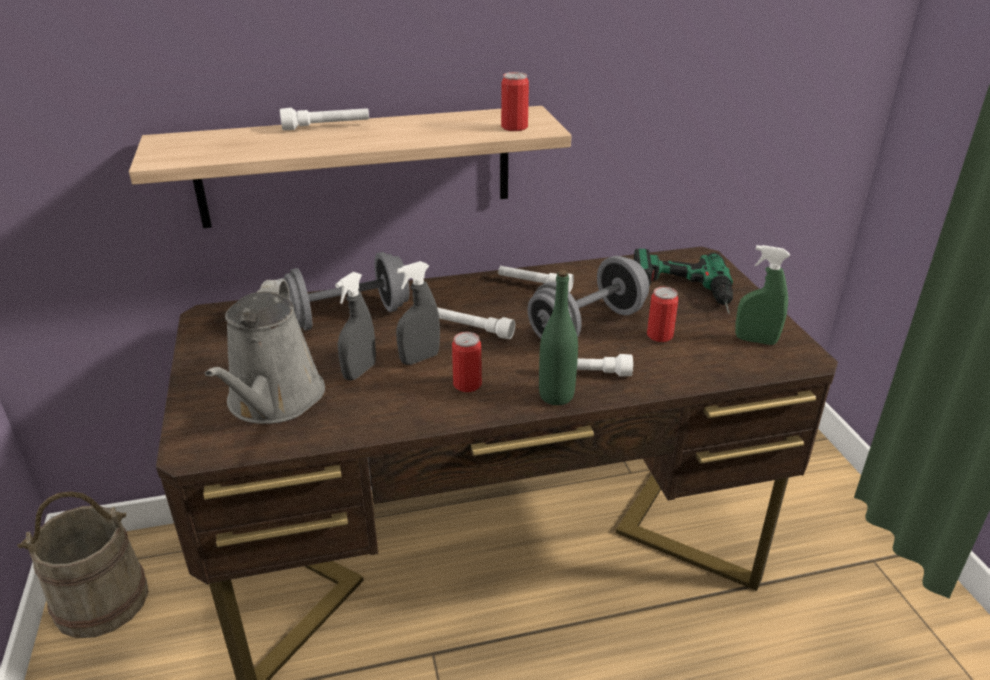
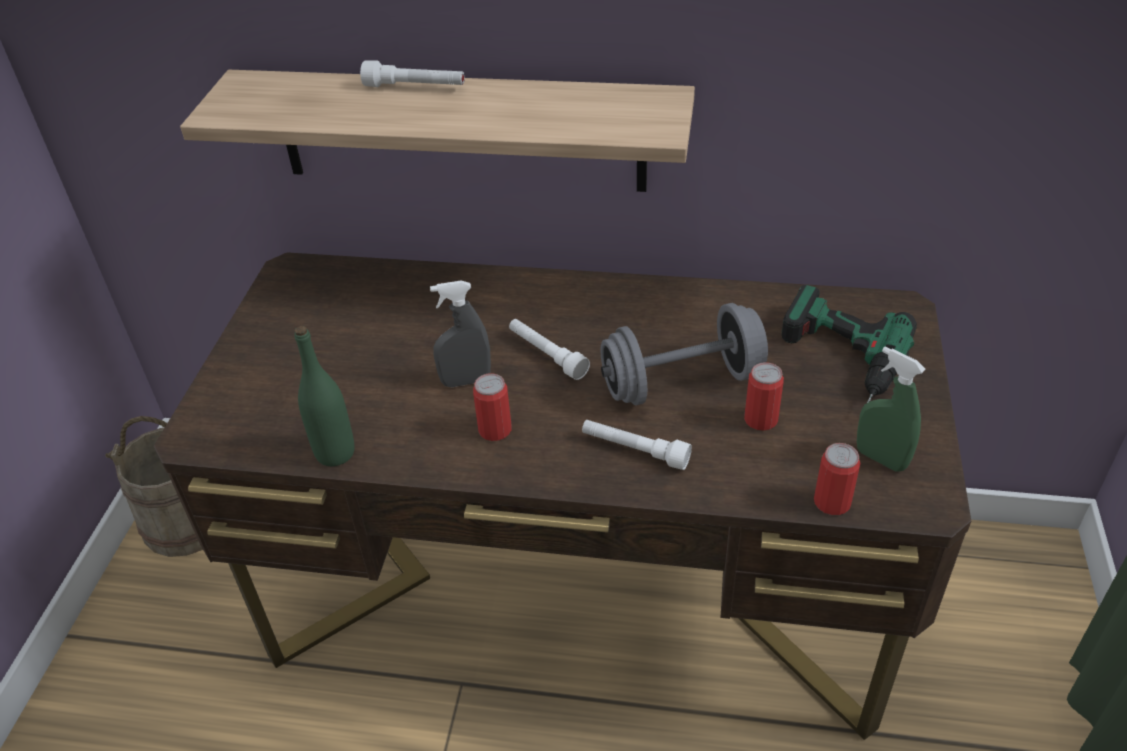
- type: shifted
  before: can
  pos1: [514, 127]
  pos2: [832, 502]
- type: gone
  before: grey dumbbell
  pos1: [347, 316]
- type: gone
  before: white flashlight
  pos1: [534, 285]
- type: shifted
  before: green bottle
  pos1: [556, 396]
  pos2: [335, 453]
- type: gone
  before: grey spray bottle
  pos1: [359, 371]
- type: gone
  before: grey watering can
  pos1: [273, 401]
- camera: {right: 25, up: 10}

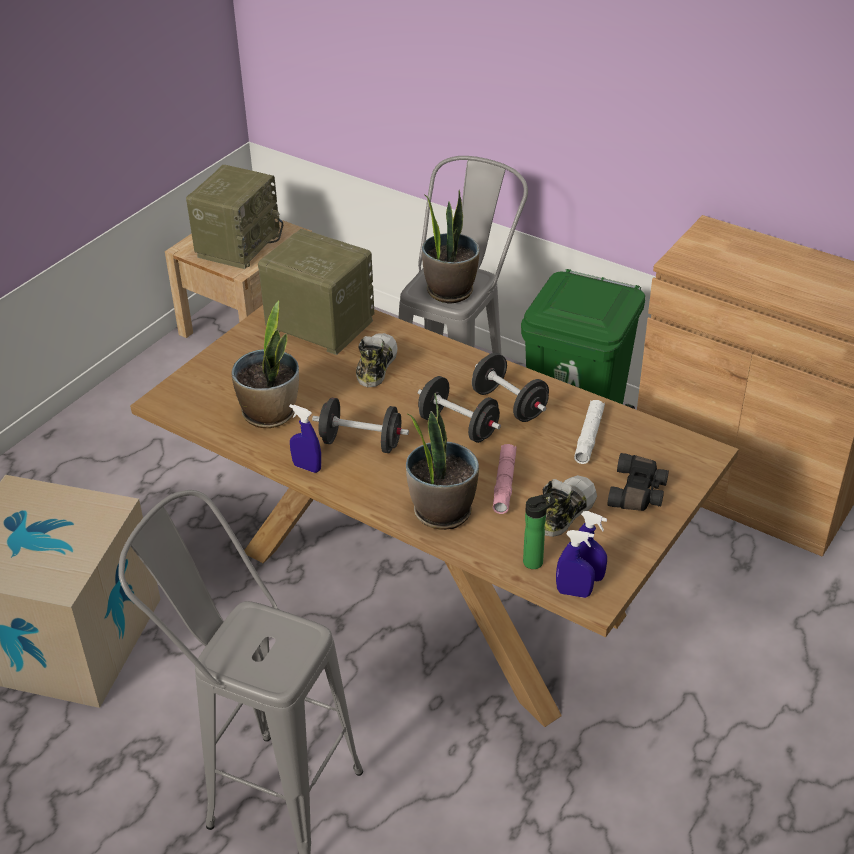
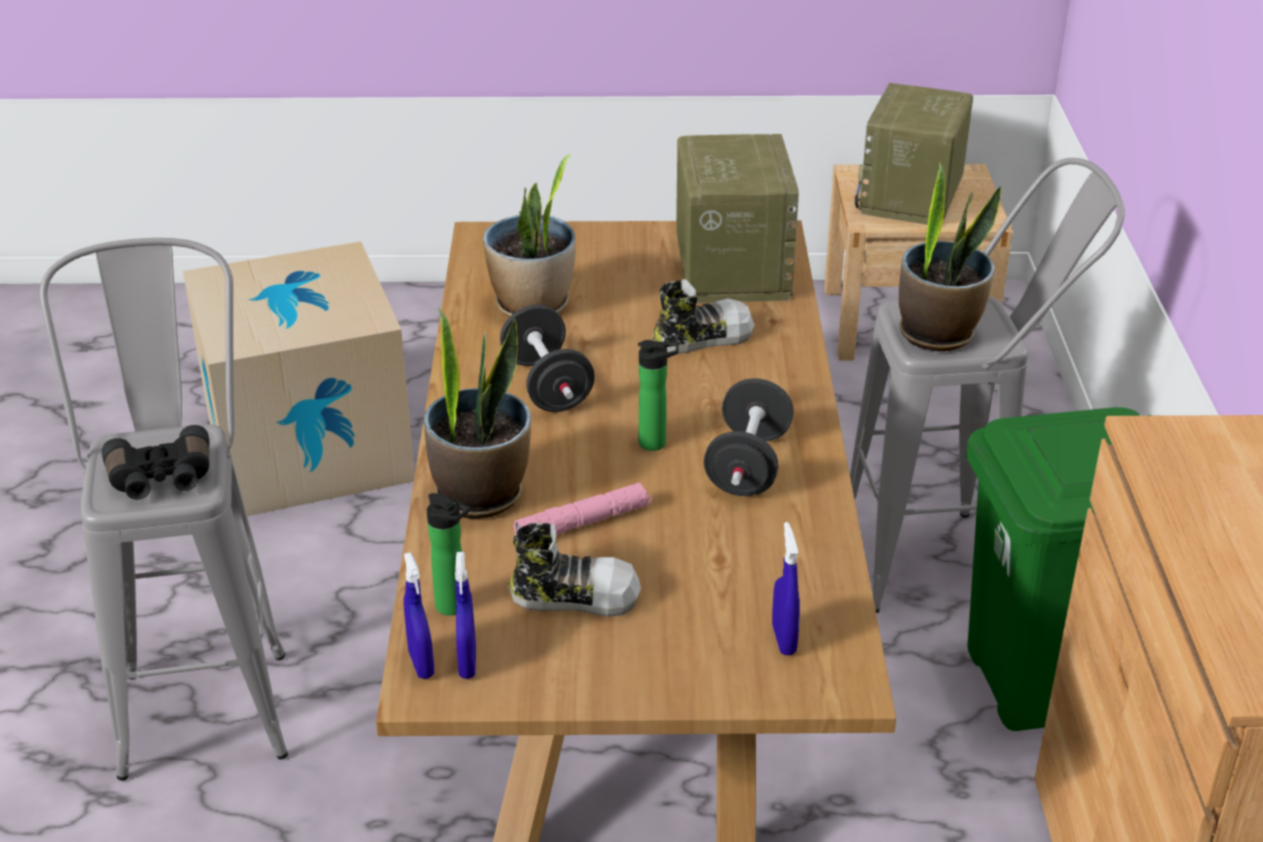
- type: rotated
  before: radio
  pos1: [238, 244]
  pos2: [911, 199]
  turn: 120
- type: swapped
  before: black dumbbell
  after: bottle
  pos1: [458, 426]
  pos2: [657, 443]
- type: gone
  before: white flashlight
  pos1: [589, 436]
- type: shifted
  before: blue spray bottle
  pos1: [307, 467]
  pos2: [784, 640]
- type: shifted
  before: black binoculars
  pos1: [638, 493]
  pos2: [161, 479]
- camera: {right: 55, up: -5}

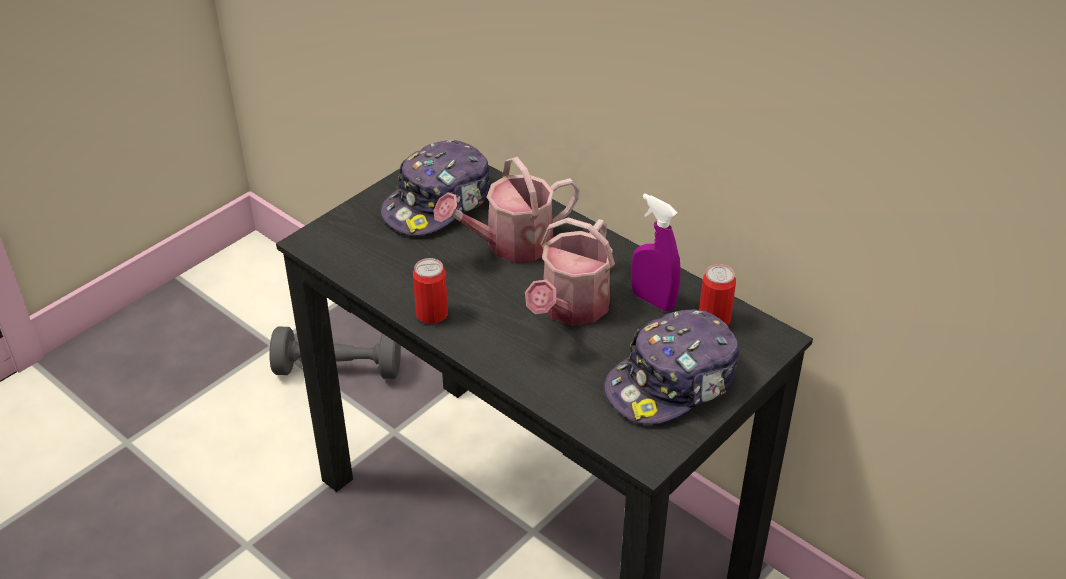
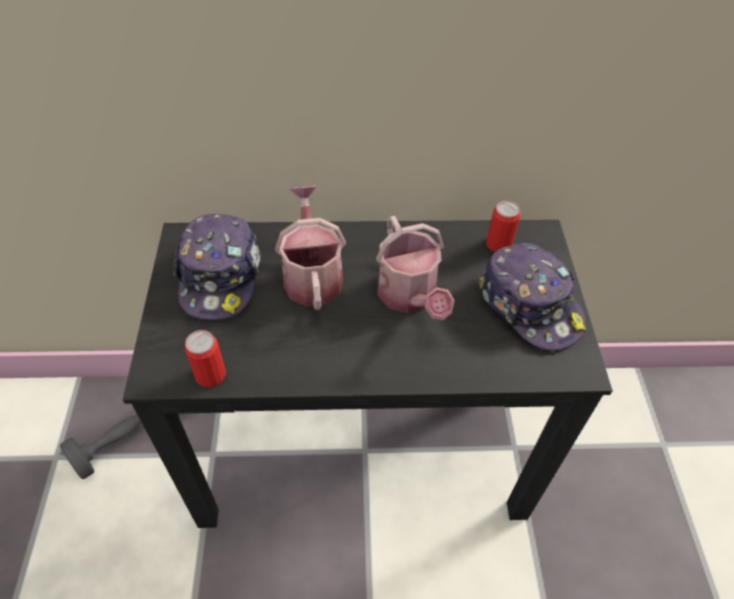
- type: rotated
  before: watering can
  pos1: [510, 244]
  pos2: [312, 275]
  turn: 150
- type: gone
  before: purple spray bottle
  pos1: [653, 300]
- type: shifted
  before: can
  pos1: [432, 314]
  pos2: [210, 375]
- type: rotated
  before: cap
  pos1: [672, 383]
  pos2: [530, 305]
  turn: -45
- camera: {right: -45, up: 10}

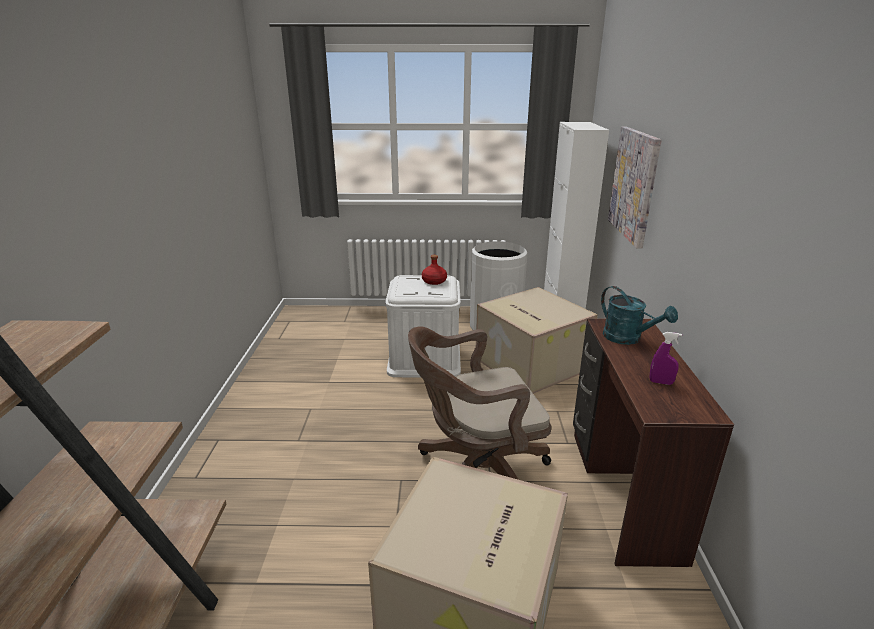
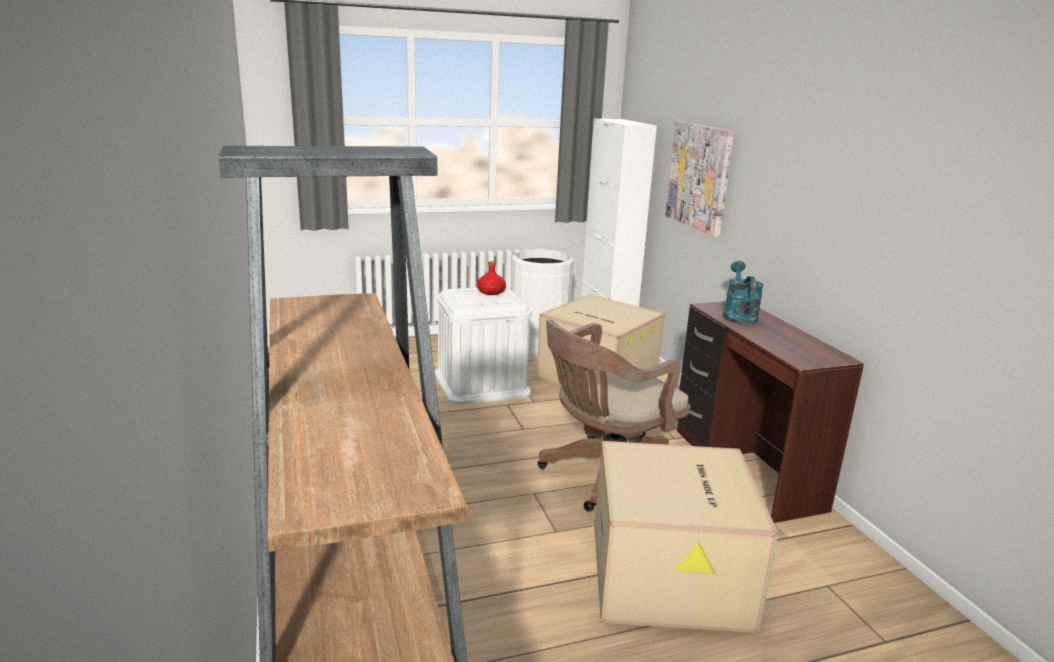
- type: rotated
  before: turquoise watering can
  pos1: [628, 339]
  pos2: [738, 315]
  turn: -120
- type: gone
  before: purple spray bottle
  pos1: [661, 382]
- camera: {right: -20, up: -5}

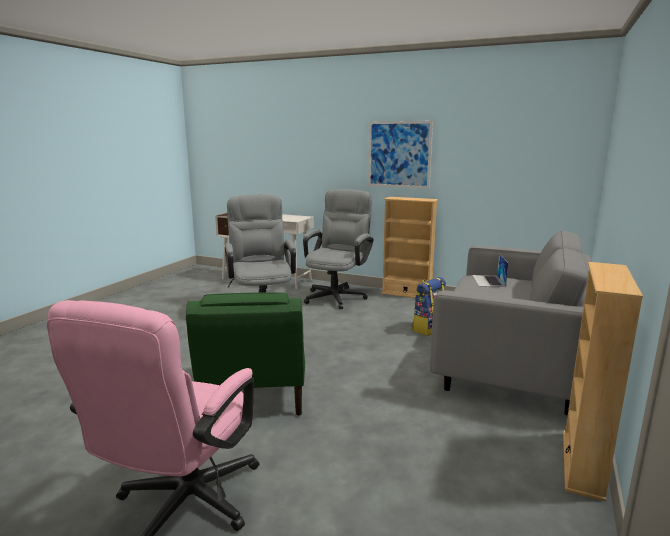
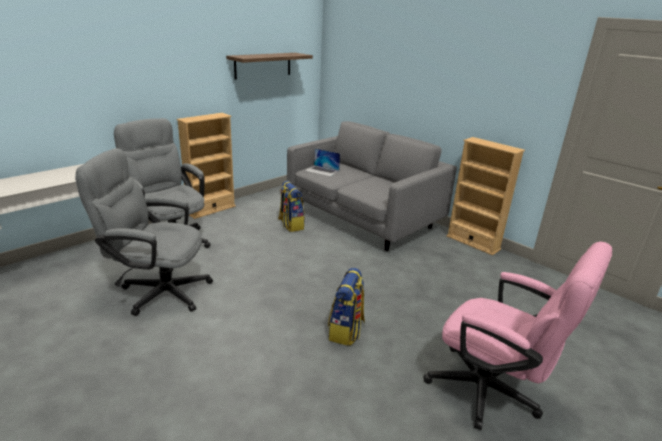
- type: gone
  before: picture
  pos1: [399, 154]
- type: swapped
  before: green armchair
  after: backpack
  pos1: [254, 393]
  pos2: [346, 331]
- type: new
  after: shelf
  pos2: [263, 65]
- camera: {right: -70, up: 10}

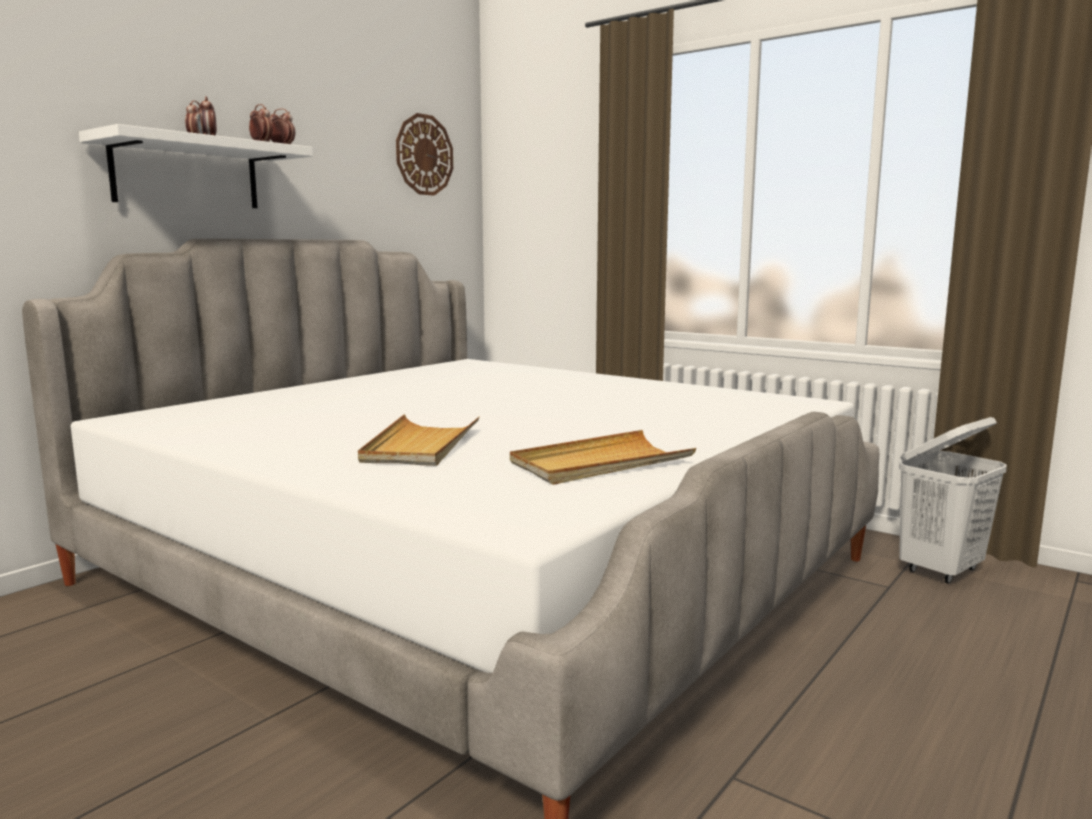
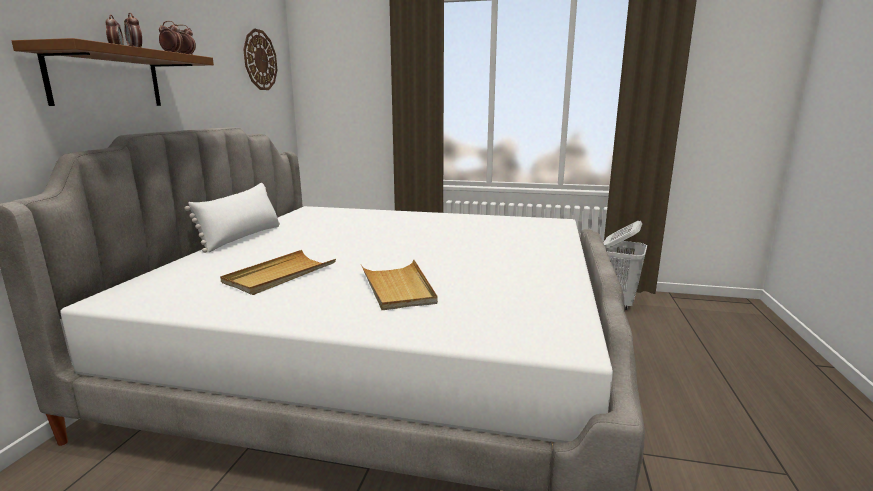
- type: repainted
  before: white shelf
  after: brown shelf
  pos1: [186, 174]
  pos2: [106, 78]
- type: shifted
  before: beige tray
  pos1: [600, 463]
  pos2: [280, 275]
- type: new
  after: white pillow
  pos2: [242, 237]
- camera: {right: -25, up: 5}

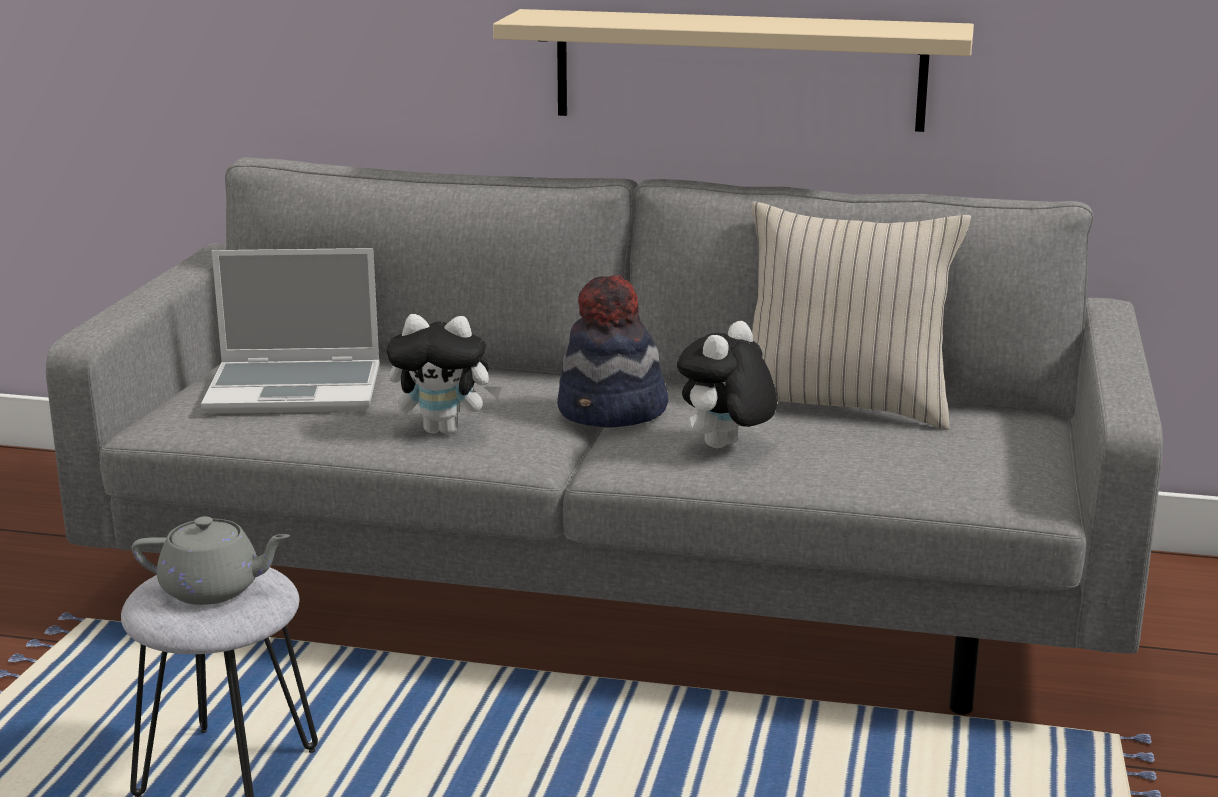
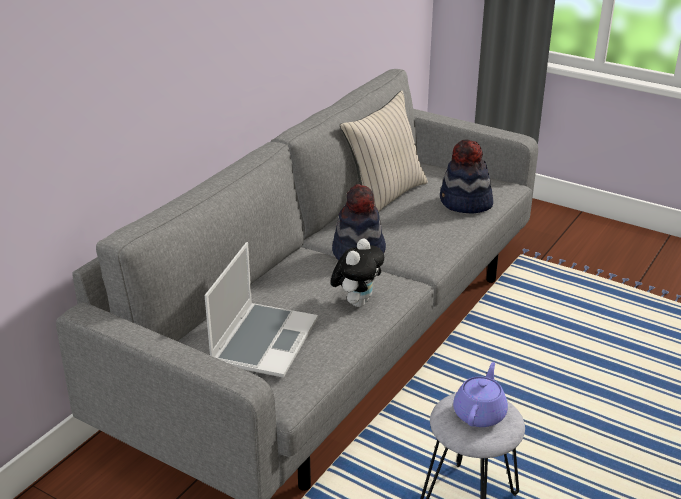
- type: gone
  before: beige shelf
  pos1: [739, 69]
- type: gone
  before: plush toy
  pos1: [725, 447]
- type: repainted
  before: grey teapot
  after: purple teapot
  pos1: [213, 589]
  pos2: [480, 413]
- type: new
  after: hat
  pos2: [465, 203]
- camera: {right: -70, up: 10}

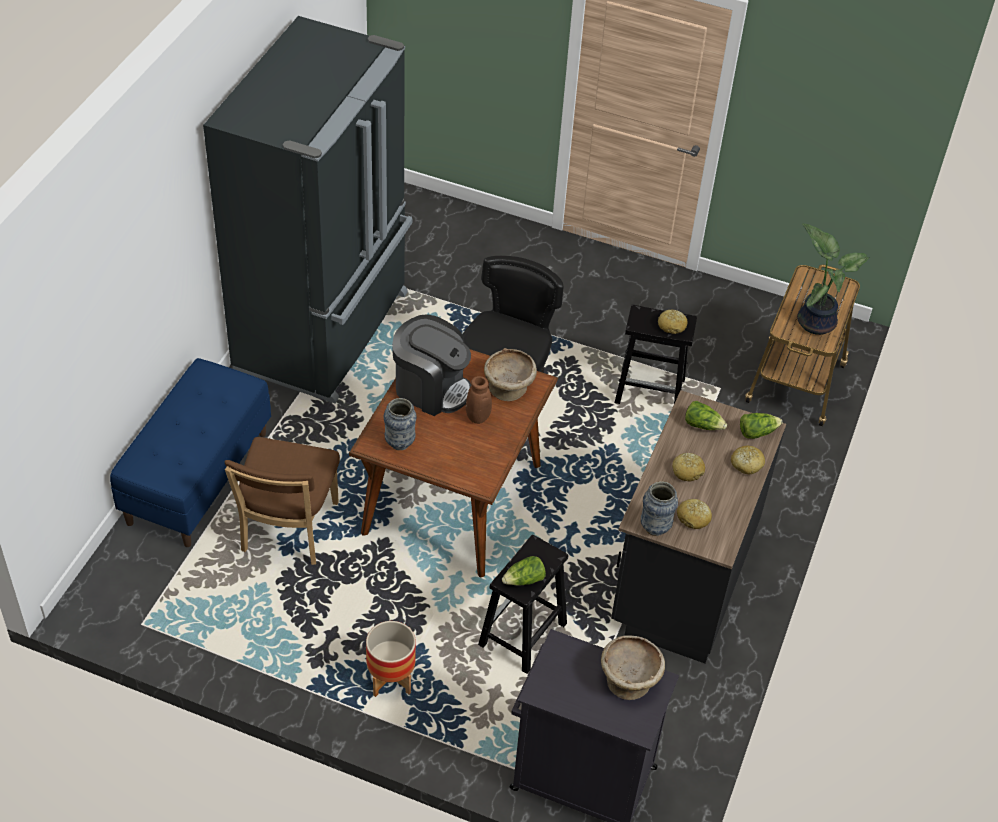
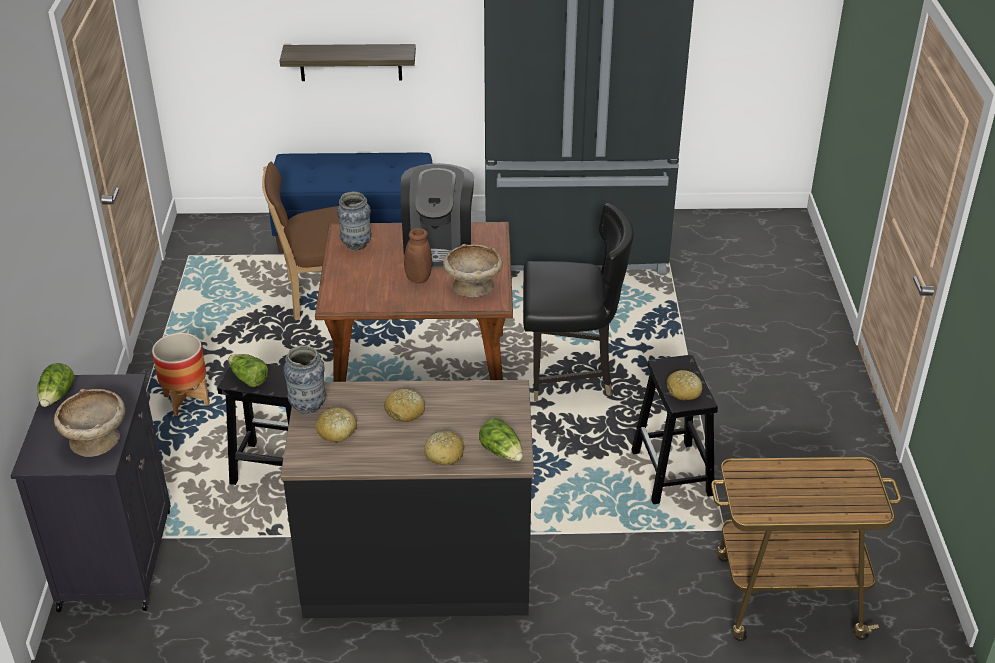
- type: gone
  before: potted plant
  pos1: [816, 321]
- type: shifted
  before: lettuce
  pos1: [703, 425]
  pos2: [57, 396]
- type: new
  after: shelf
  pos2: [350, 62]
- camera: {right: 70, up: -10}

